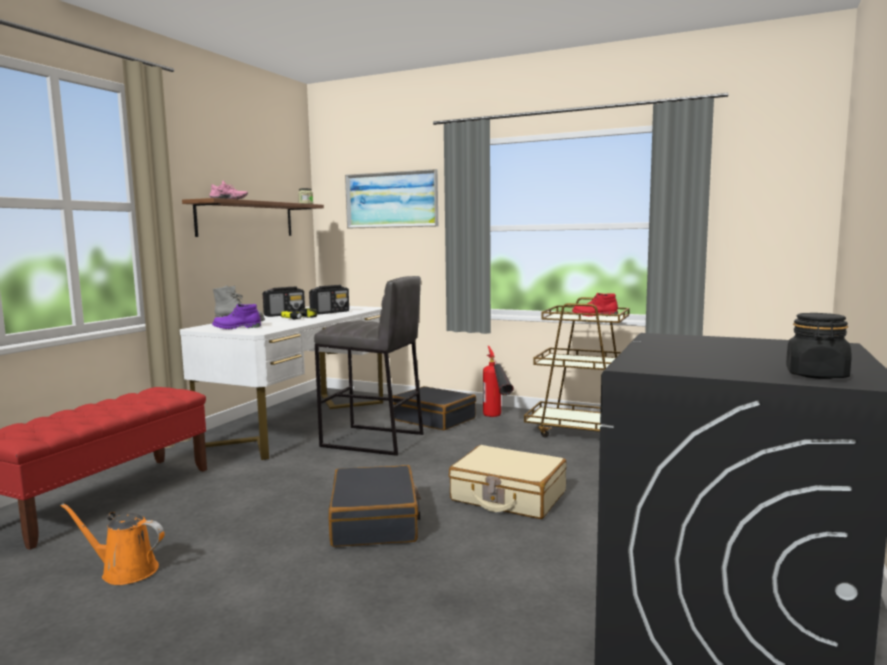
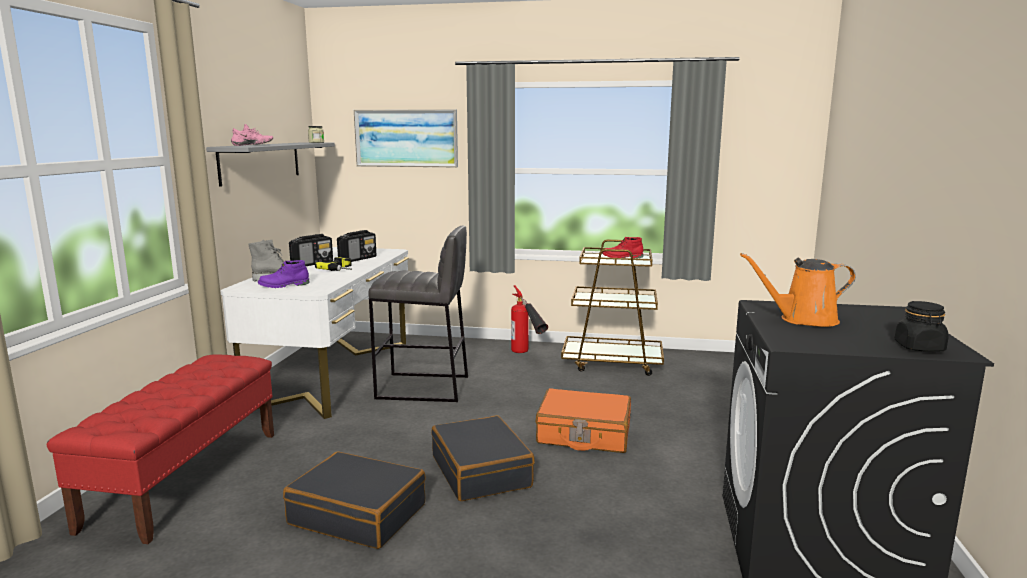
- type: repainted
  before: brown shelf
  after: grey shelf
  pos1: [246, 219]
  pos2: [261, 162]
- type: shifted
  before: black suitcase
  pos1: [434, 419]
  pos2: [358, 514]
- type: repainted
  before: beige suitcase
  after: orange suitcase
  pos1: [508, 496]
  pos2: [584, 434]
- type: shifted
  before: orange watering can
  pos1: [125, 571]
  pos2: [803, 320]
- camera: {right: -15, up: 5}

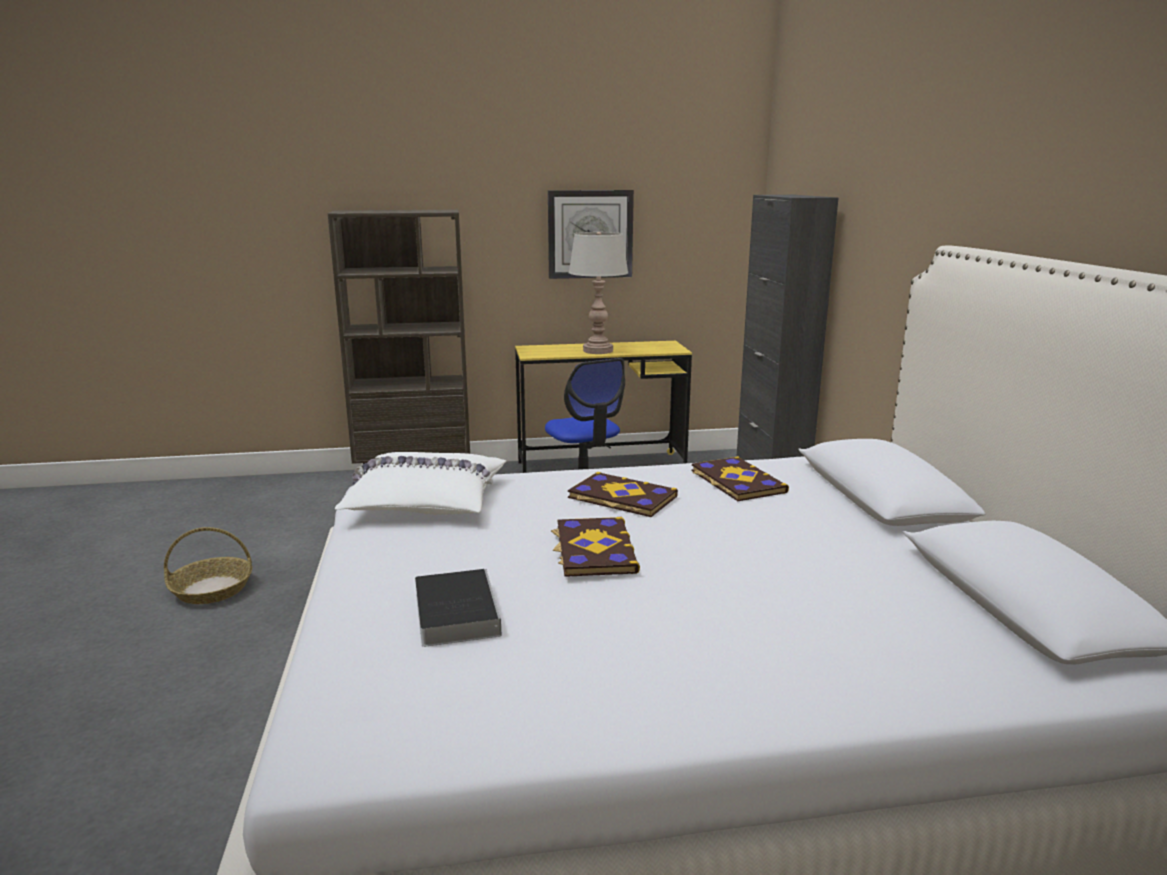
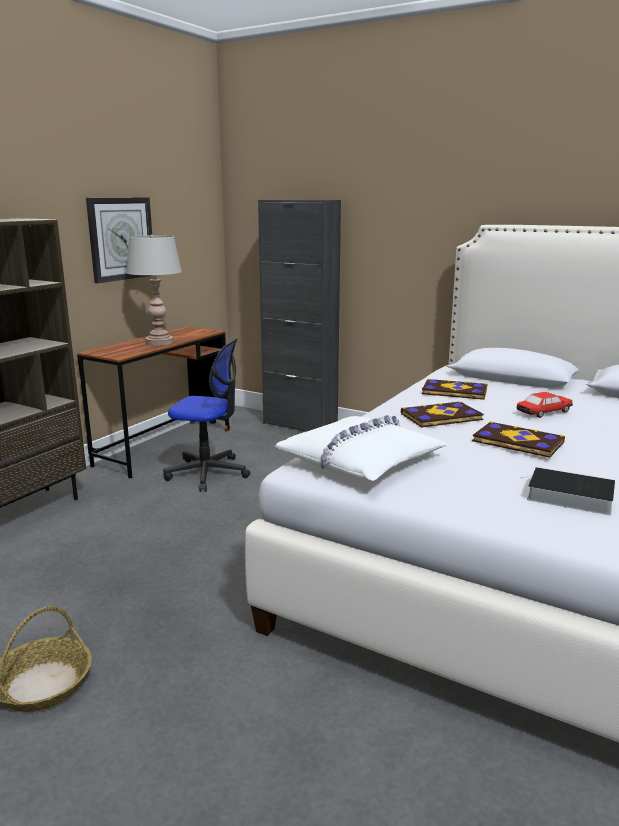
- type: repainted
  before: yellow desk
  after: brown desk
  pos1: [601, 467]
  pos2: [164, 447]
- type: new
  after: toy car
  pos2: [543, 412]
- camera: {right: -50, up: 0}

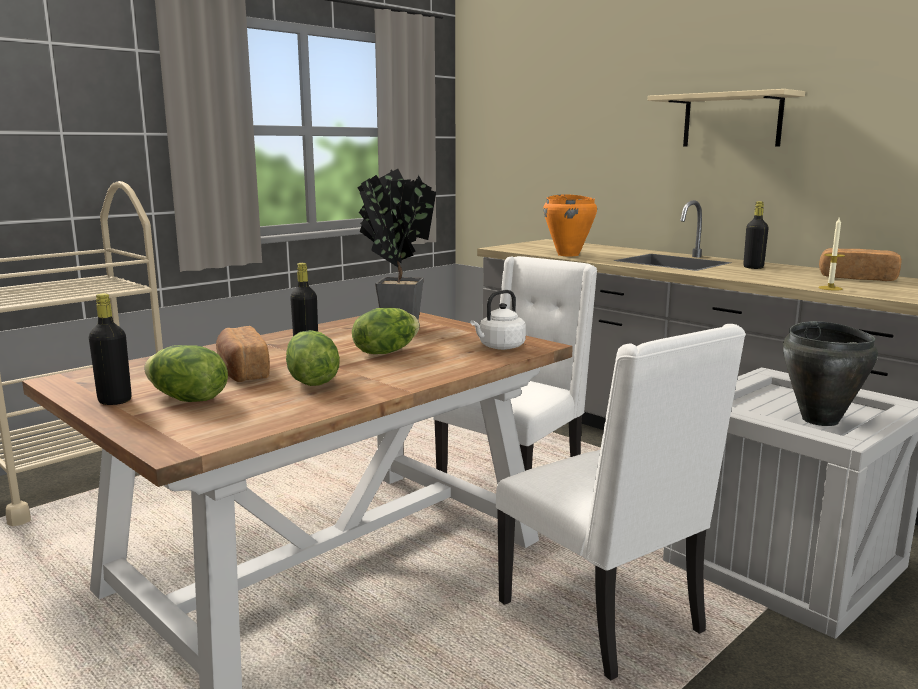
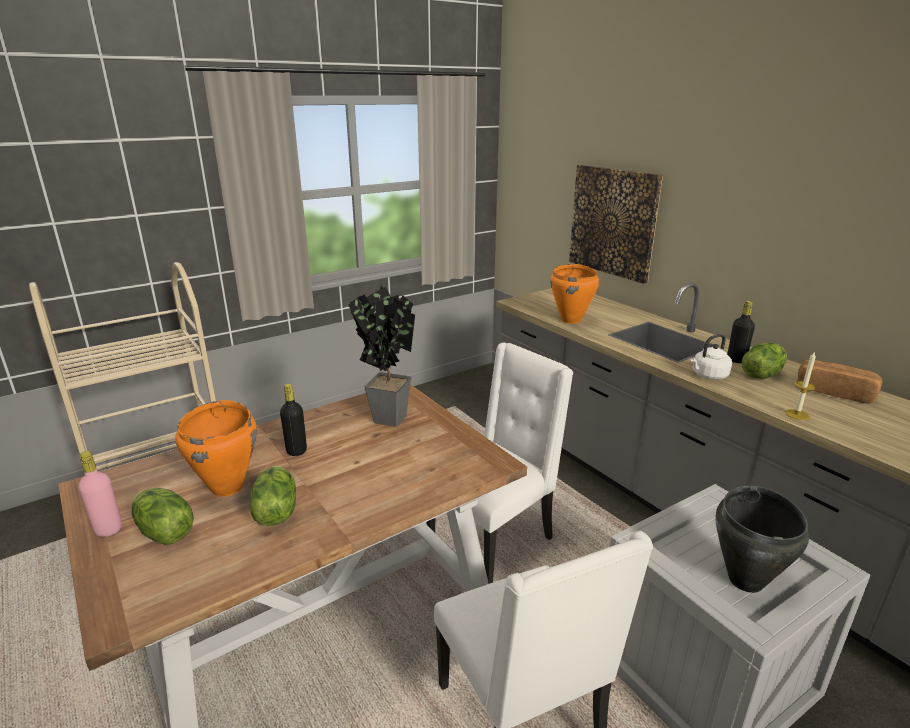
- type: gone
  before: beige shelf
  pos1: [732, 120]
- type: shifted
  before: white kettle
  pos1: [499, 347]
  pos2: [708, 376]
- type: repainted
  before: black bottle
  after: pink bottle
  pos1: [115, 401]
  pos2: [108, 529]
- type: shifted
  before: lettuce
  pos1: [386, 351]
  pos2: [761, 374]
- type: swapped
  before: bread
  after: orange cooking pot
  pos1: [242, 371]
  pos2: [228, 487]
- type: new
  after: picture
  pos2: [613, 222]
- camera: {right: 10, up: 10}

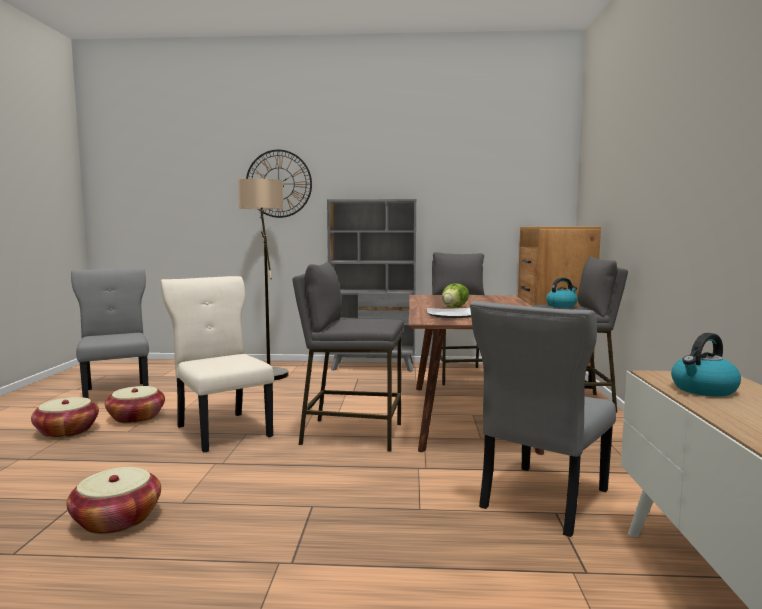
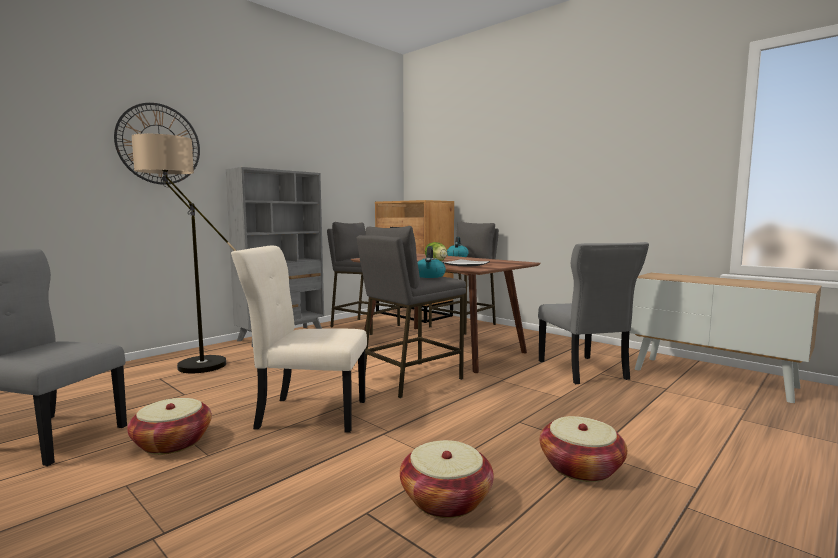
- type: shifted
  before: kettle
  pos1: [703, 390]
  pos2: [429, 276]
- type: shifted
  before: basket
  pos1: [67, 431]
  pos2: [580, 467]
- camera: {right: -50, up: 0}

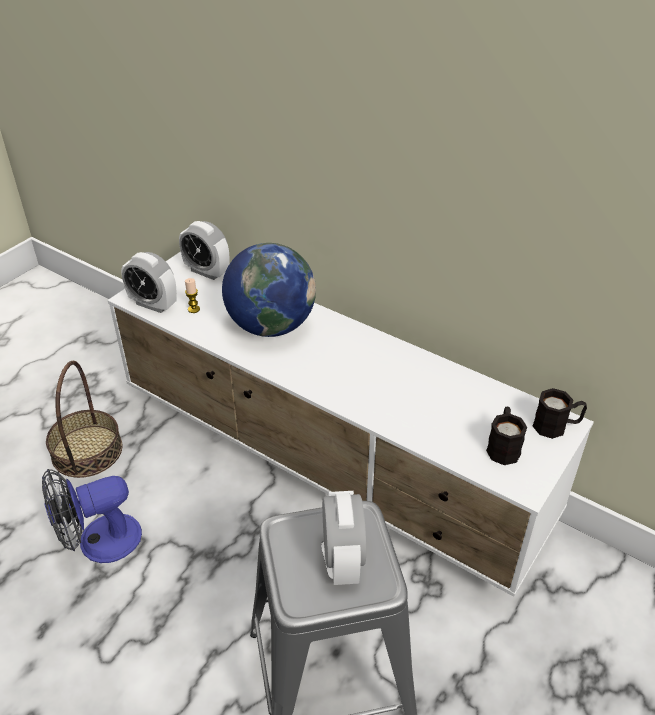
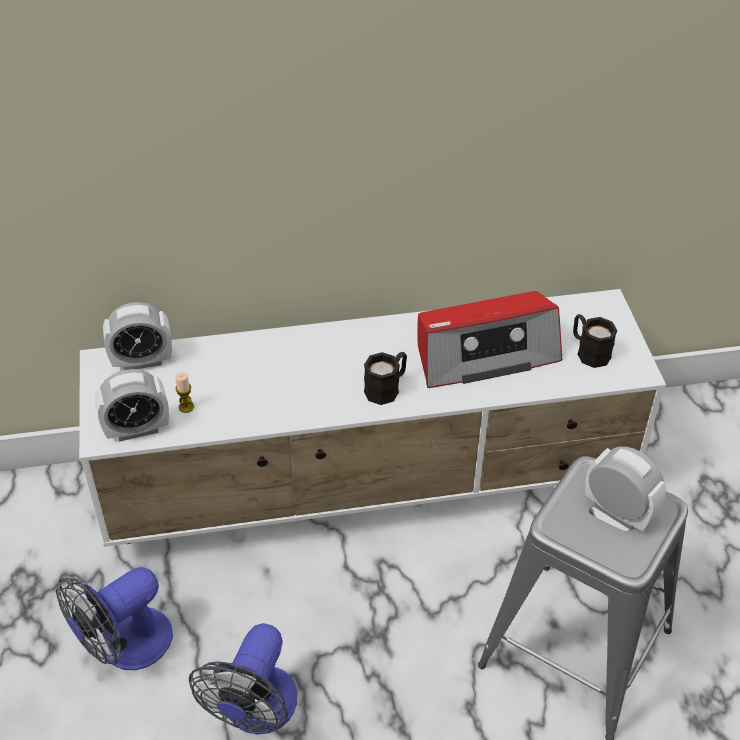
- type: gone
  before: globe
  pos1: [271, 326]
- type: swapped
  before: basket
  after: fan
  pos1: [87, 451]
  pos2: [125, 647]
- type: shifted
  before: black mug
  pos1: [556, 426]
  pos2: [387, 388]
- type: new
  after: radio
  pos2: [484, 353]
- camera: {right: -45, up: 5}

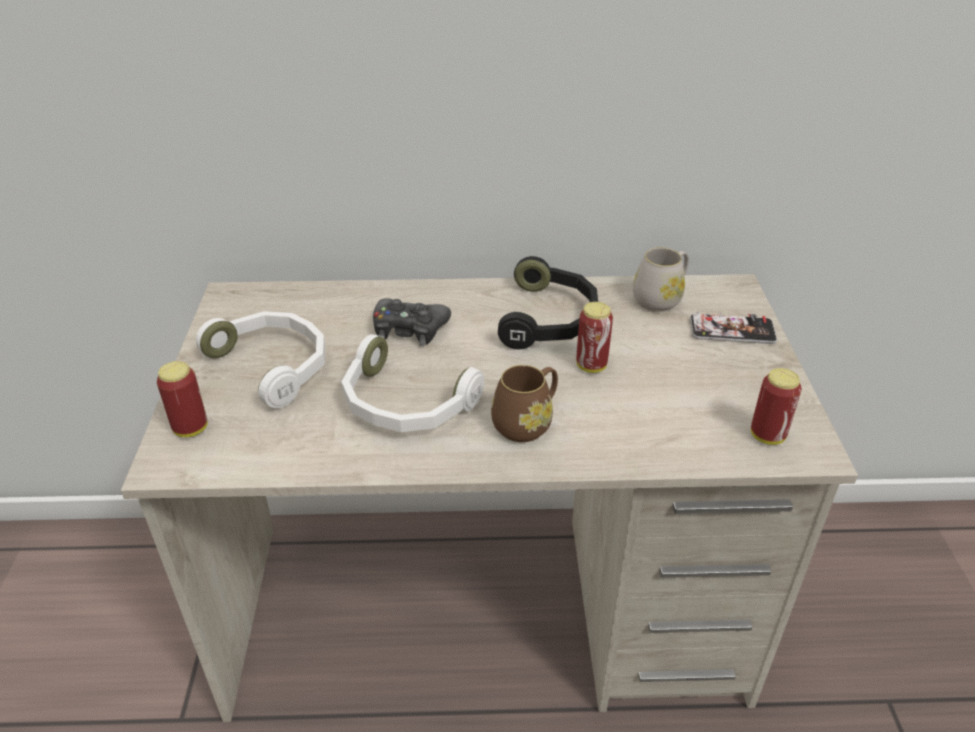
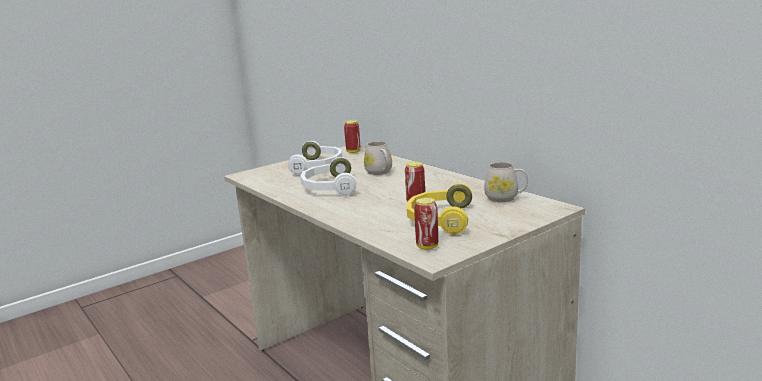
- type: gone
  before: black headphones
  pos1: [550, 319]
- type: swapped
  before: black game controller
  after: white mug
  pos1: [409, 329]
  pos2: [380, 172]
- type: gone
  before: phone
  pos1: [732, 330]
- type: shifted
  before: can
  pos1: [191, 428]
  pos2: [353, 152]
- type: gone
  before: brown mug
  pos1: [527, 422]
- type: new
  after: yellow headphones
  pos2: [439, 219]
- camera: {right: 55, up: -20}

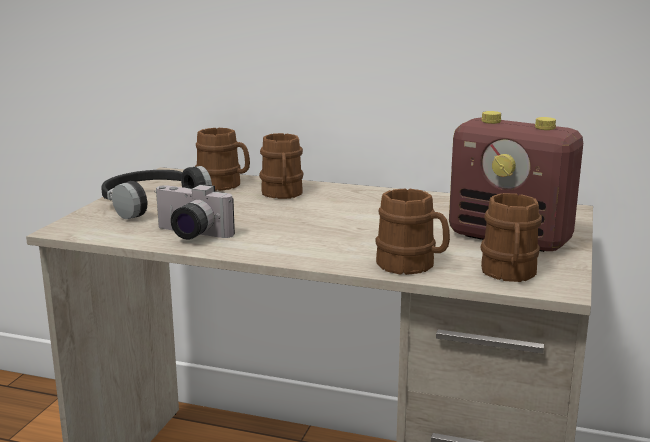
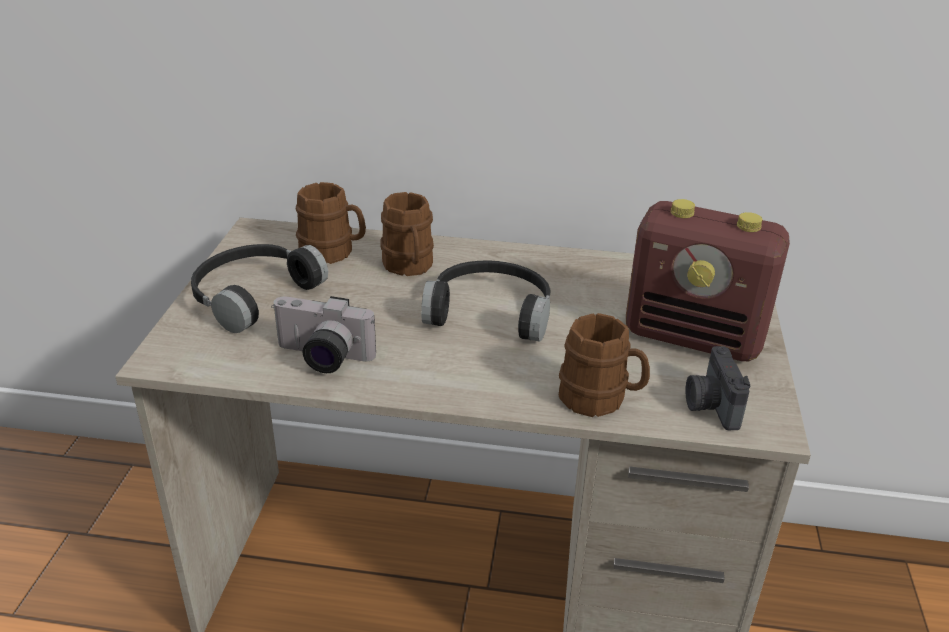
- type: swapped
  before: brown mug
  after: photo camera
  pos1: [509, 274]
  pos2: [710, 405]
- type: new
  after: black headphones
  pos2: [490, 311]
- camera: {right: -10, up: 15}

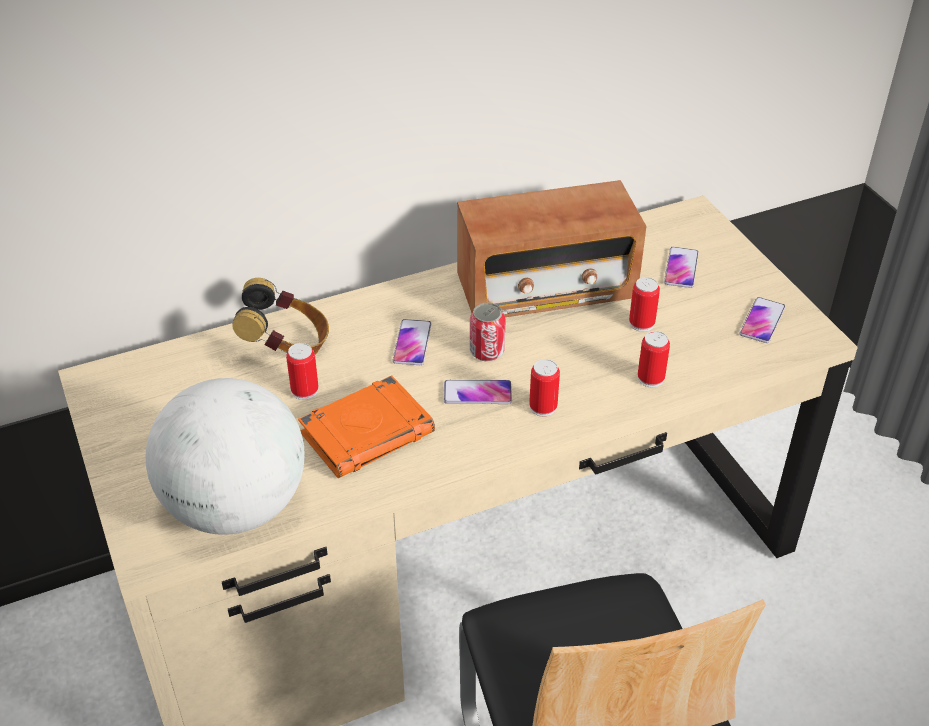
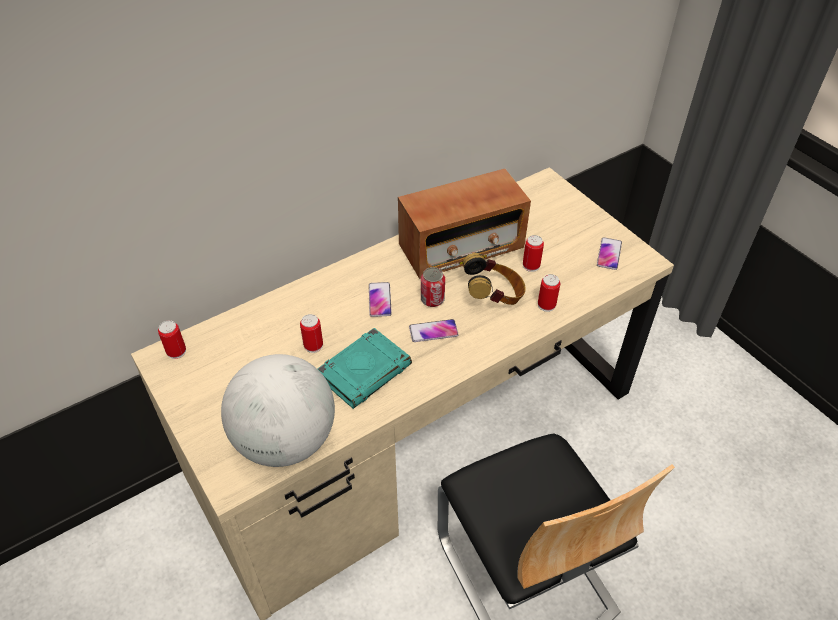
- type: gone
  before: phone
  pos1: [681, 268]
- type: shifted
  before: headphones
  pos1: [287, 345]
  pos2: [494, 296]
- type: shifted
  before: can
  pos1: [543, 407]
  pos2: [176, 351]
- type: repainted
  before: orange book
  after: turquoise book
  pos1: [368, 432]
  pos2: [365, 371]
- camera: {right: -10, up: 5}

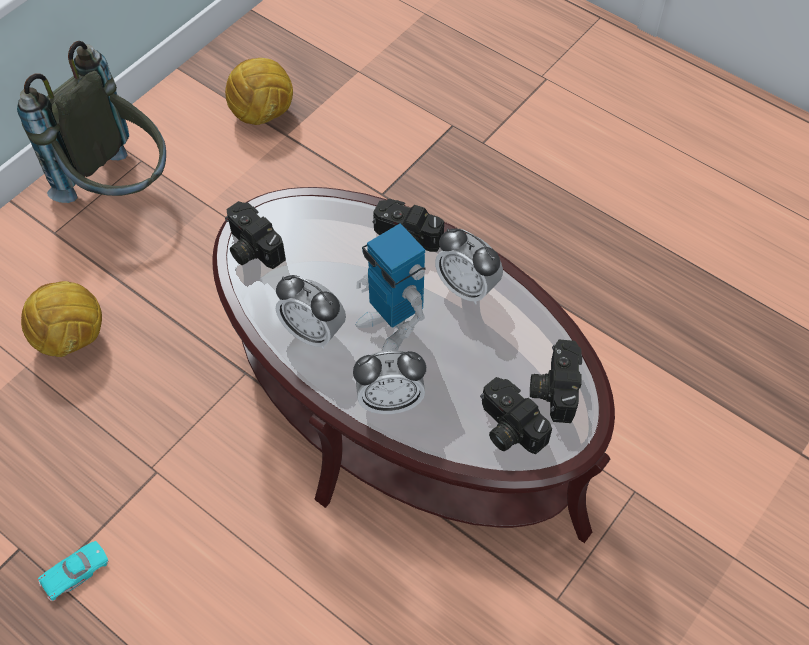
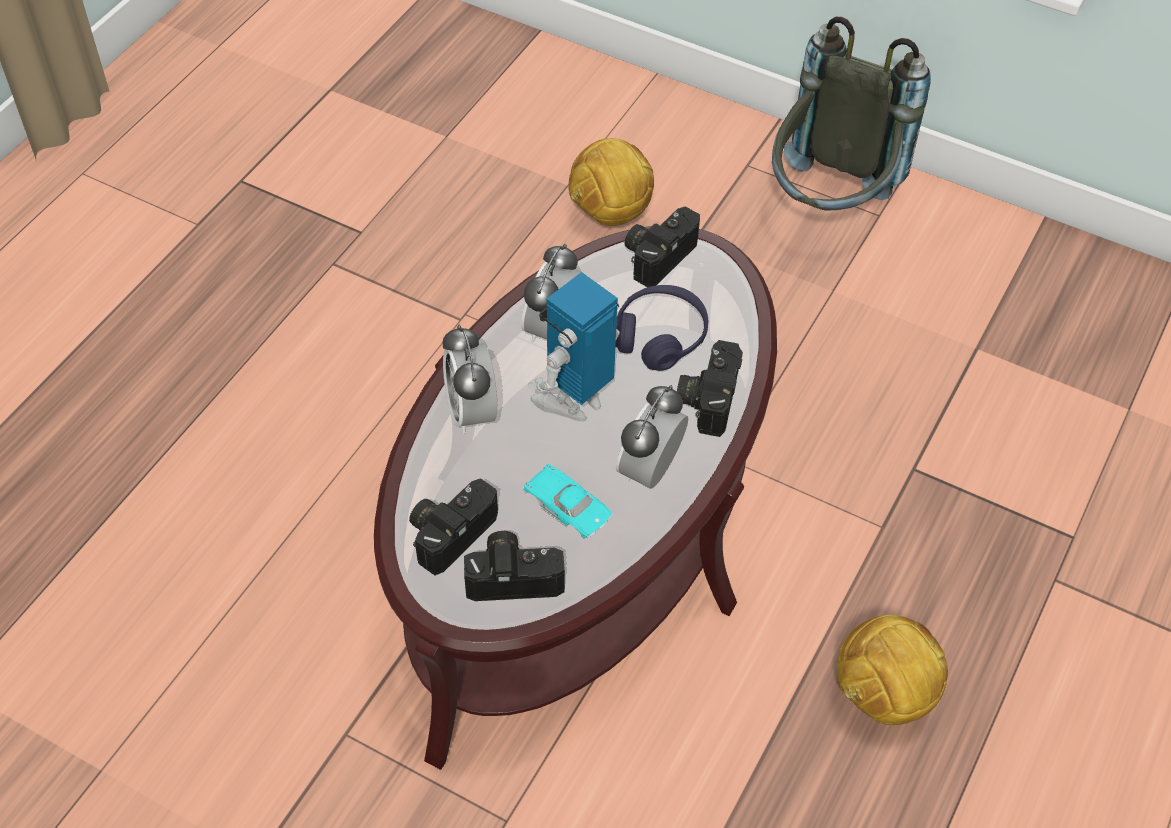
- type: shifted
  before: football
  pos1: [263, 114]
  pos2: [883, 696]
- type: shifted
  before: turquoise toy car
  pos1: [75, 572]
  pos2: [567, 506]
- type: new
  after: purple headphones
  pos2: [660, 337]
- camera: {right: 80, up: -5}

